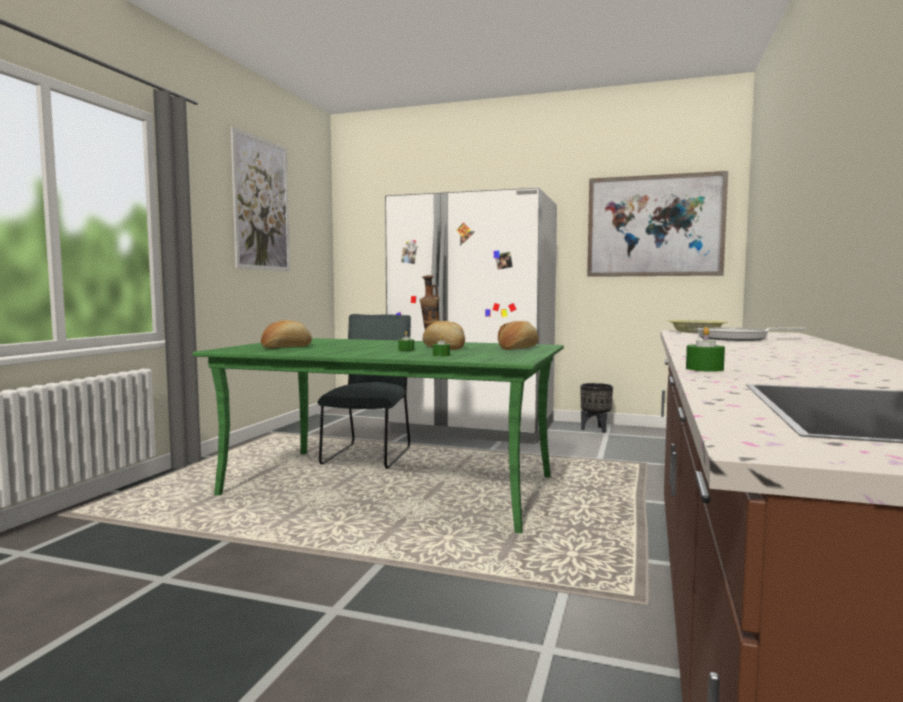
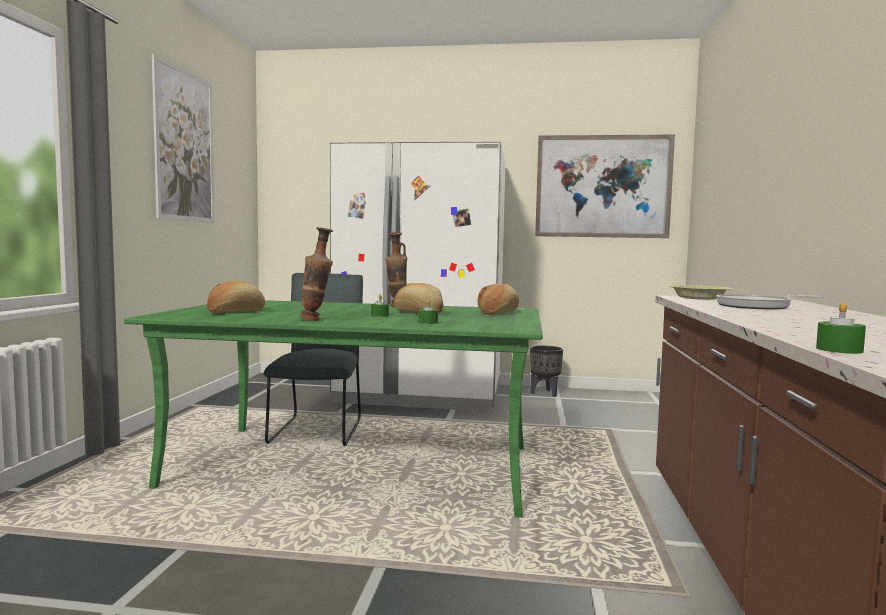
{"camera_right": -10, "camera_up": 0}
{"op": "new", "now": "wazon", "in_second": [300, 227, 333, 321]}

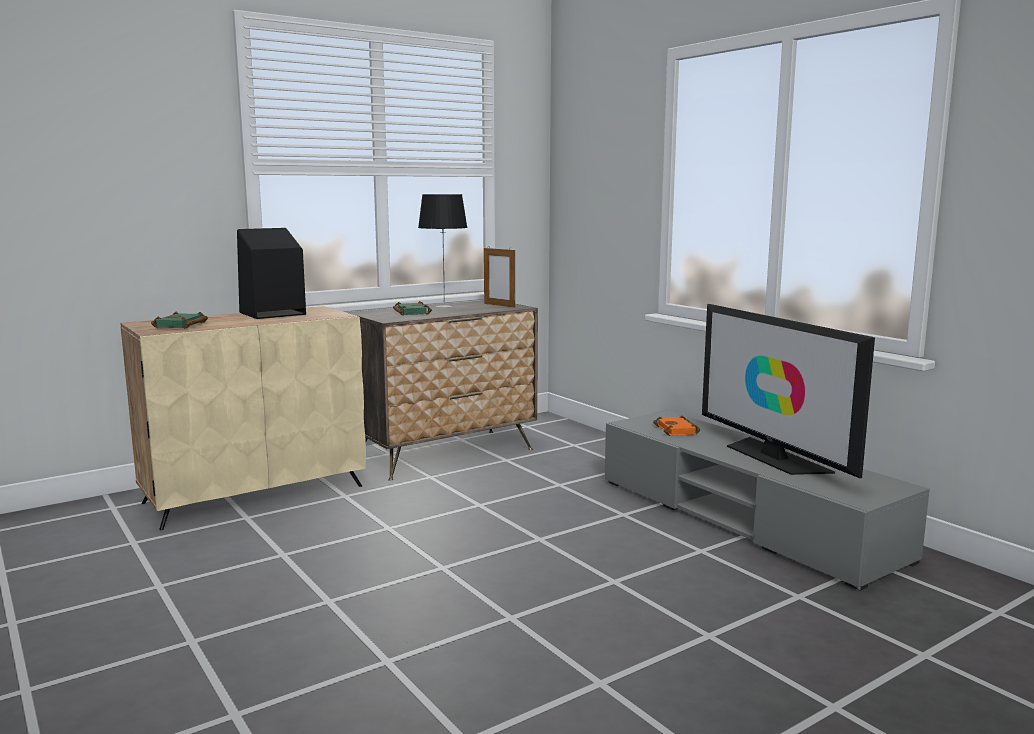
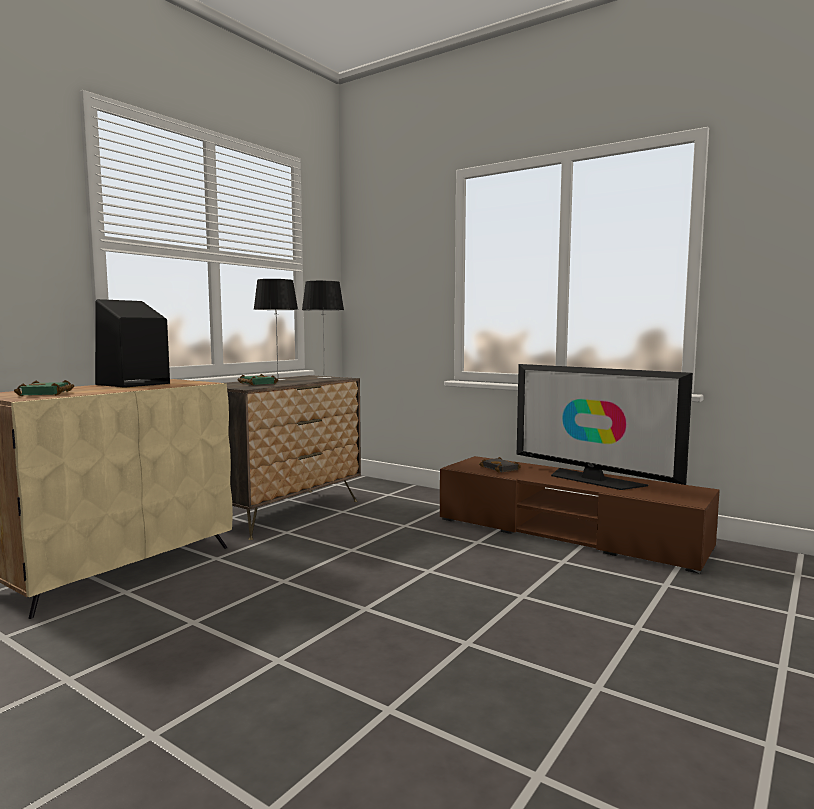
{"camera_right": -20, "camera_up": -5}
{"op": "swapped", "was": "ramka na zdjęcie", "now": "lampa stołowa", "in_first": [484, 246, 515, 308], "in_second": [302, 281, 344, 379]}
{"op": "repainted", "was": "szafka pod telewizor (szary)", "now": "szafka pod telewizor (brązowy)", "in_first": [605, 410, 930, 591], "in_second": [440, 456, 720, 574]}
{"op": "repainted", "was": "książka (pomarańczowy)", "now": "książka (czarny)", "in_first": [653, 416, 700, 436], "in_second": [479, 457, 521, 473]}

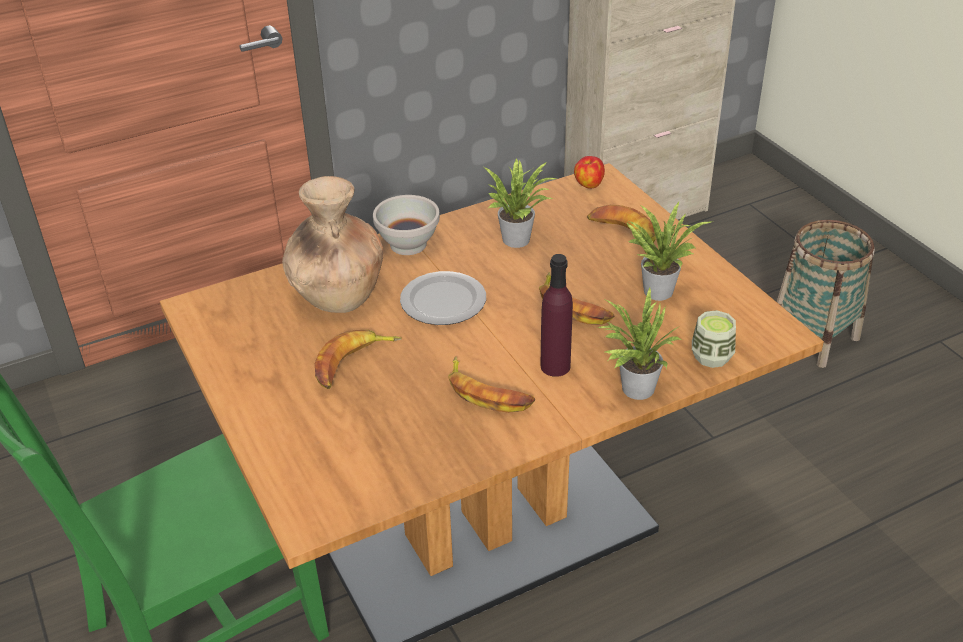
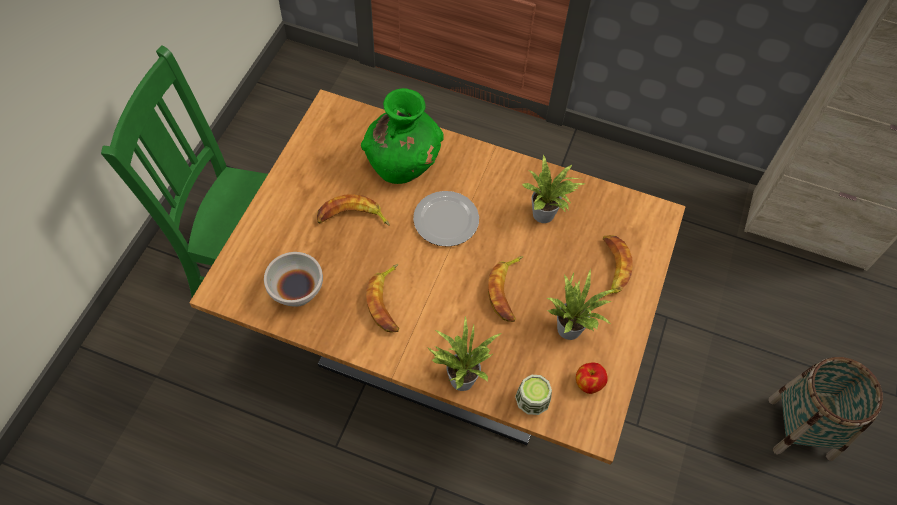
{"camera_right": 45, "camera_up": 20}
{"op": "shifted", "was": "miska (biały)", "in_first": [373, 195, 440, 255], "in_second": [264, 252, 323, 307]}
{"op": "repainted", "was": "wazon (brązowy)", "now": "wazon (zielony)", "in_first": [282, 176, 384, 313], "in_second": [361, 88, 444, 184]}
{"op": "shifted", "was": "jabłko", "in_first": [574, 156, 605, 189], "in_second": [576, 362, 608, 394]}
{"op": "gone", "was": "butelka (fioletowy)", "in_first": [541, 254, 573, 377]}

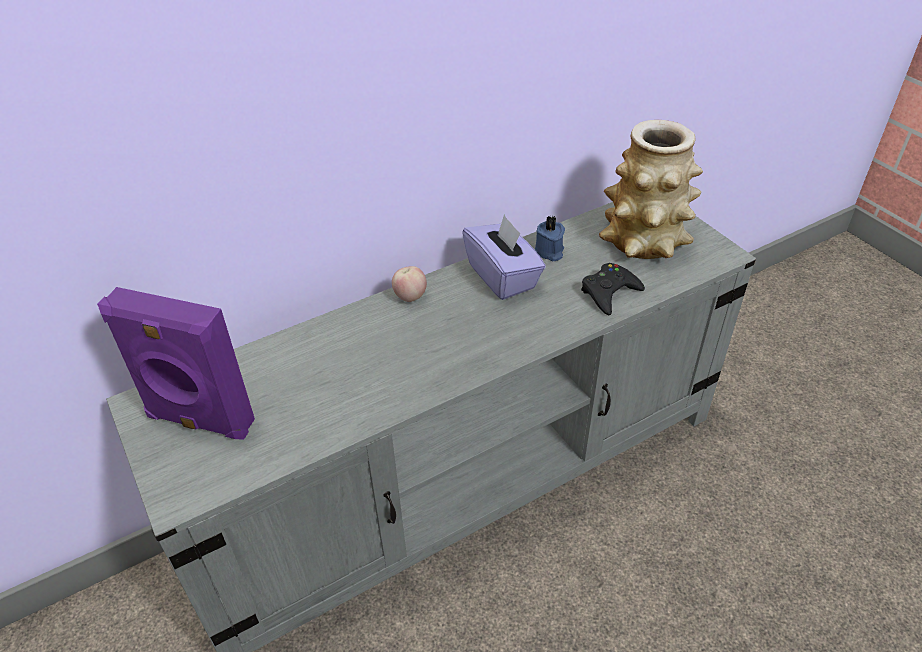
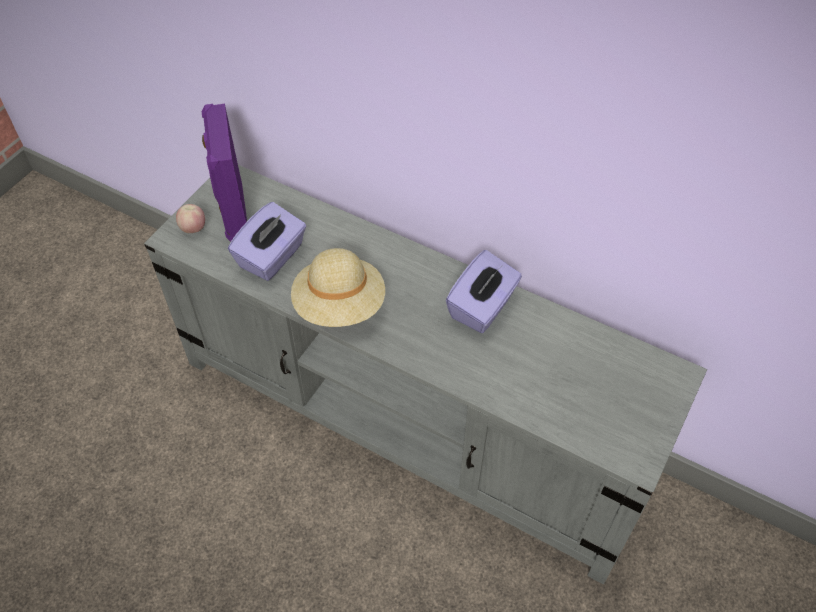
{"camera_right": 60, "camera_up": 10}
{"op": "shifted", "was": "jabłko", "in_first": [392, 266, 427, 302], "in_second": [176, 204, 205, 233]}
{"op": "new", "now": "pudełko chusteczek (fioletowy)", "in_second": [228, 202, 307, 281]}
{"op": "new", "now": "kapelusz (beżowy)", "in_second": [291, 248, 385, 327]}
{"op": "gone", "was": "świeca (niebieski)", "in_first": [534, 215, 565, 261]}
{"op": "gone", "was": "pad do gier (czarny)", "in_first": [581, 263, 645, 315]}
{"op": "gone", "was": "wazon", "in_first": [599, 120, 703, 259]}

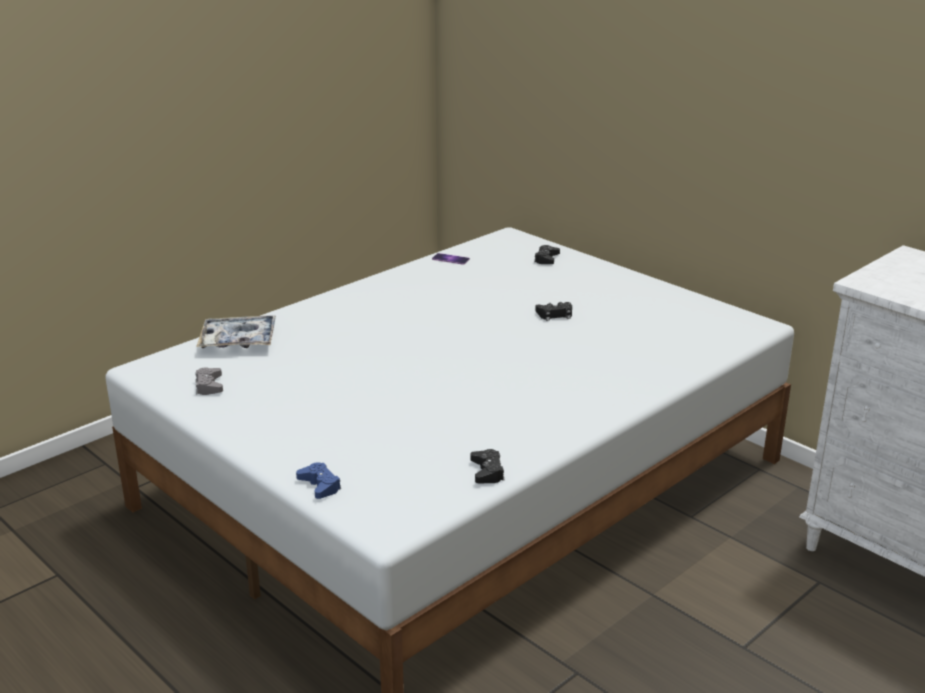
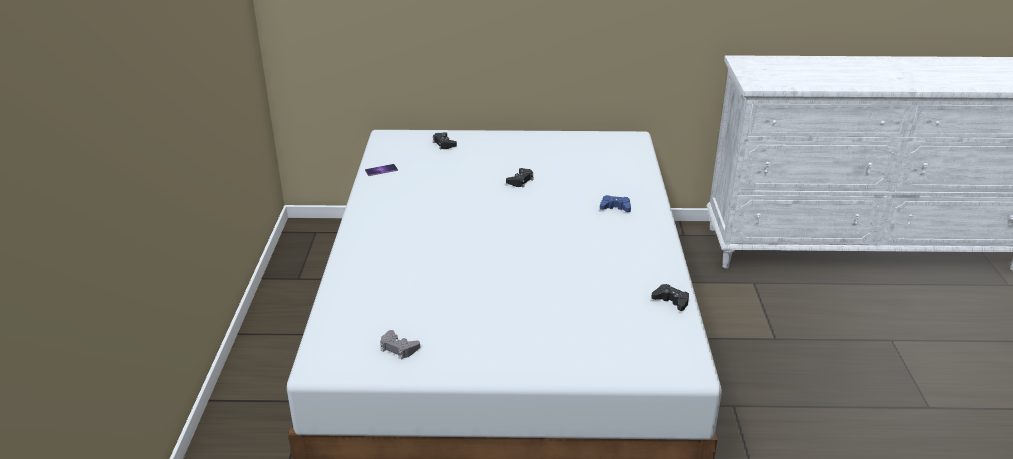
{"camera_right": -45, "camera_up": 5}
{"op": "shifted", "was": "pad do gier (niebieski)", "in_first": [296, 462, 341, 499], "in_second": [600, 195, 631, 212]}
{"op": "gone", "was": "taca", "in_first": [196, 315, 276, 348]}

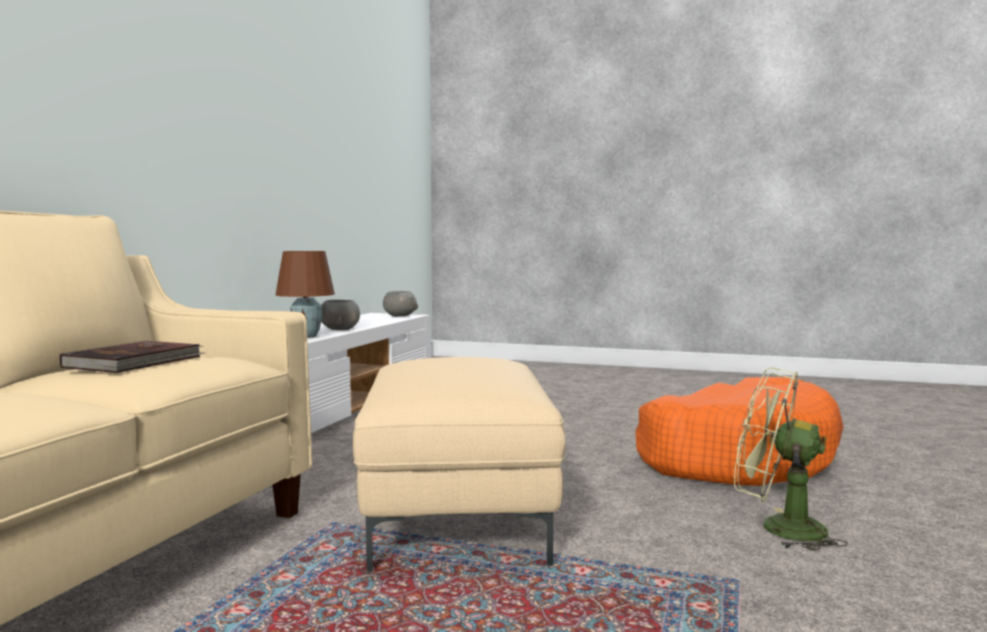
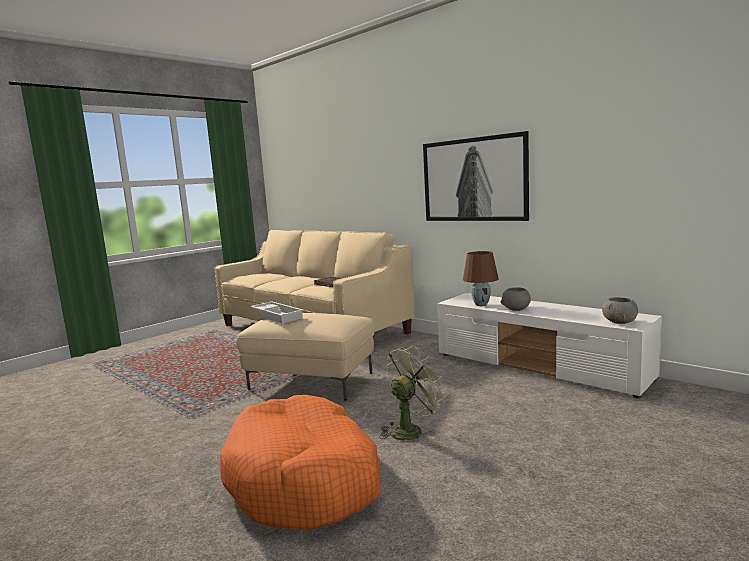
{"camera_right": 115, "camera_up": 5}
{"op": "new", "now": "taca (biały)", "in_second": [250, 301, 304, 323]}
{"op": "shifted", "was": "wentylator (zielony)", "in_first": [734, 368, 848, 551], "in_second": [379, 345, 446, 440]}
{"op": "new", "now": "obraz", "in_second": [423, 131, 529, 221]}

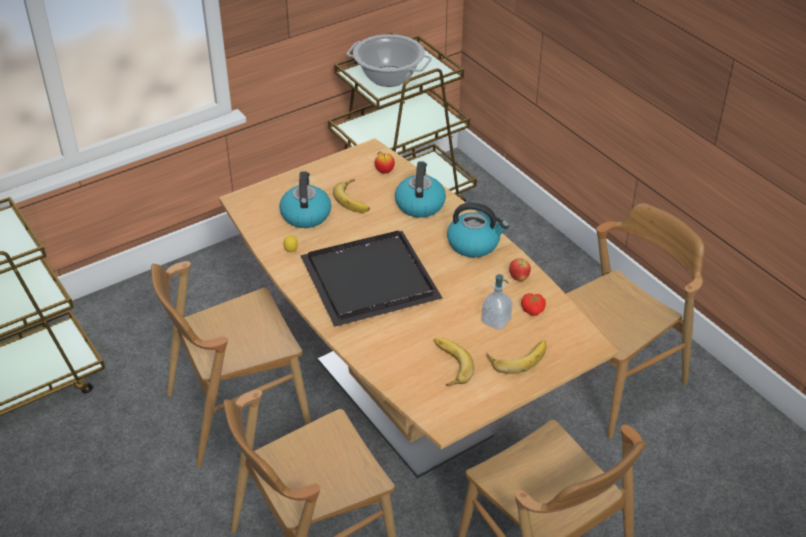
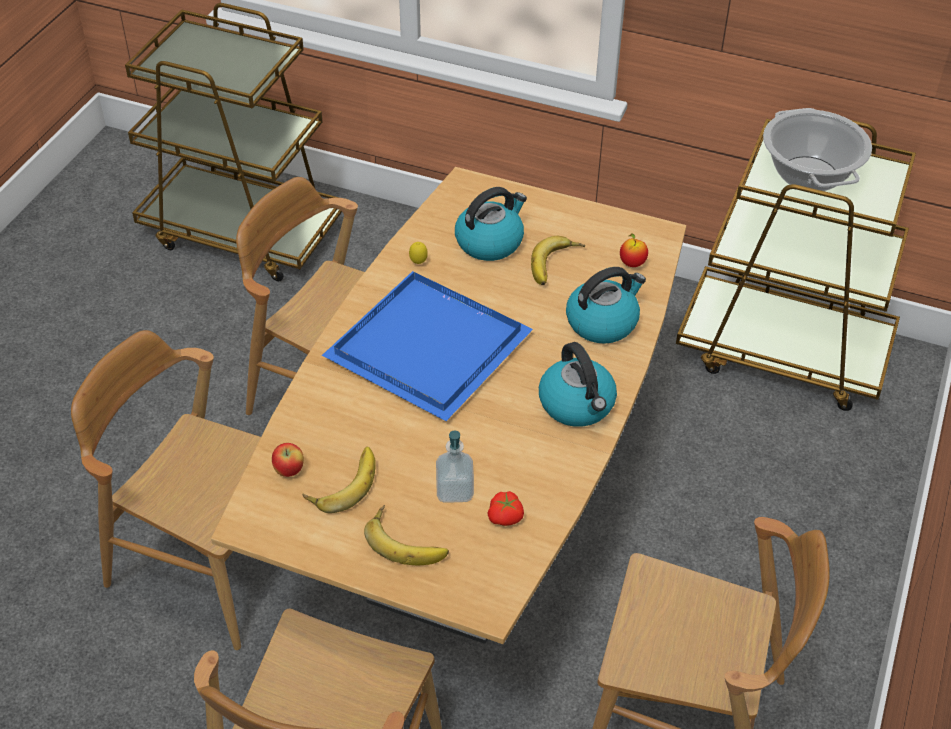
{"camera_right": 55, "camera_up": 5}
{"op": "shifted", "was": "jabłko", "in_first": [509, 258, 531, 281], "in_second": [272, 443, 304, 477]}
{"op": "repainted", "was": "taca (czarny)", "now": "taca (niebieski)", "in_first": [300, 230, 442, 327], "in_second": [322, 271, 533, 421]}

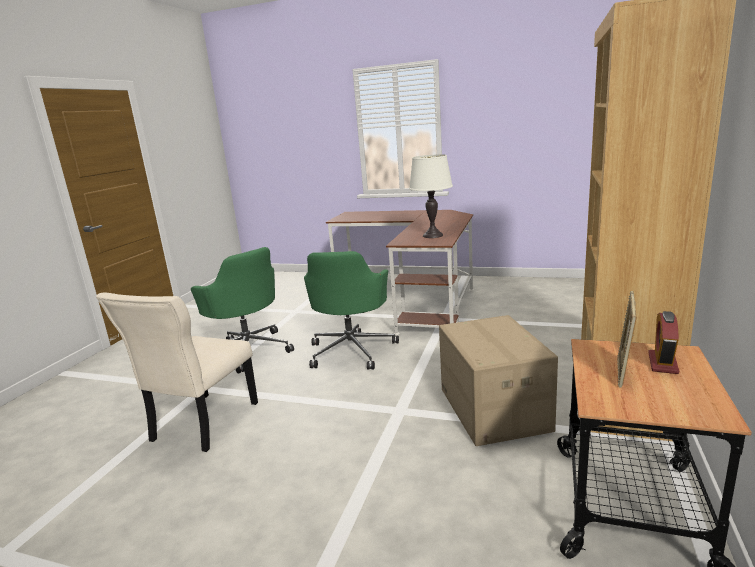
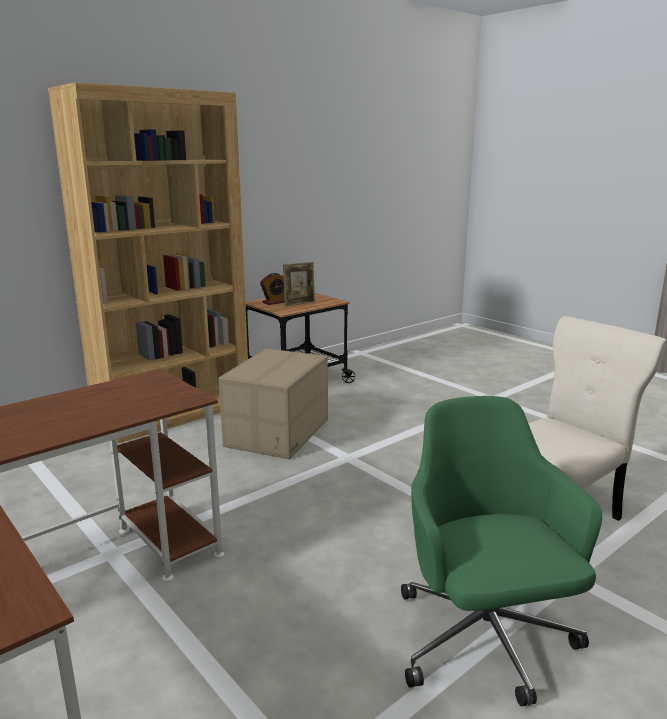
{"camera_right": -150, "camera_up": 0}
{"op": "gone", "was": "krzesło biurowe (zielony)", "in_first": [304, 251, 399, 370]}
{"op": "gone", "was": "lampa stołowa (biały)", "in_first": [409, 154, 453, 238]}

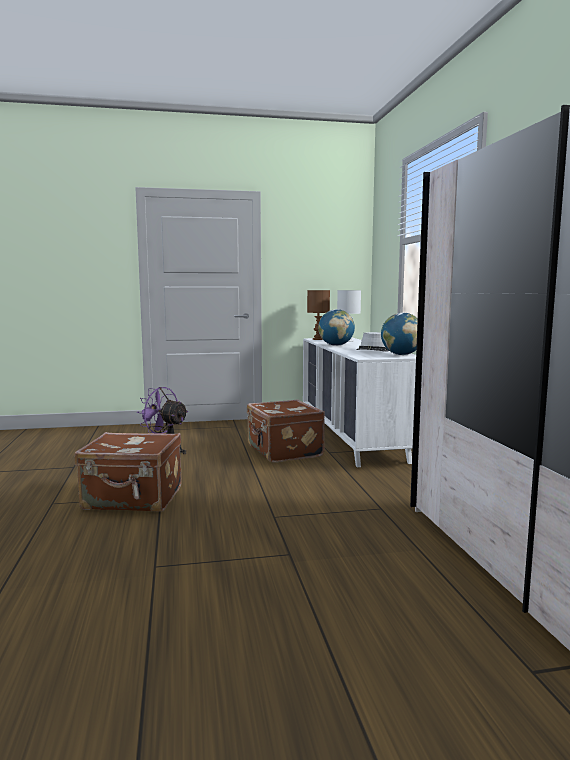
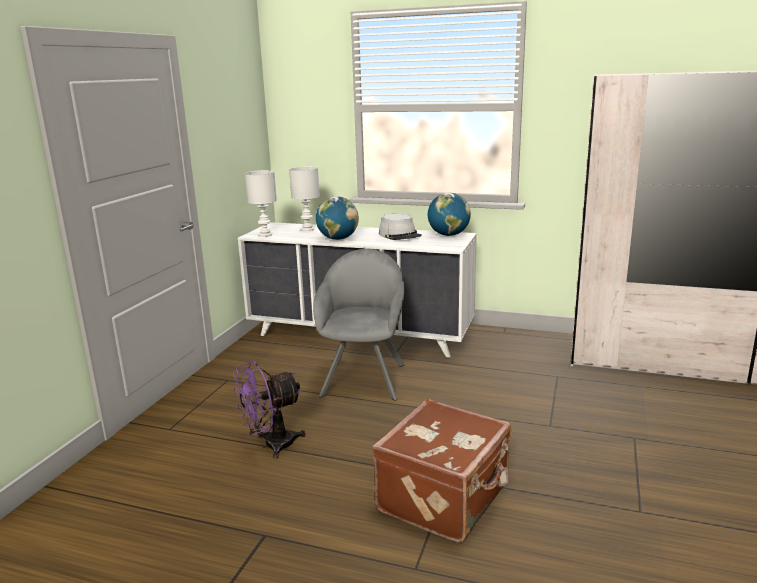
{"camera_right": -60, "camera_up": 10}
{"op": "repainted", "was": "lampa stołowa (brązowy)", "now": "lampa stołowa (biały)", "in_first": [307, 290, 330, 340], "in_second": [245, 170, 277, 237]}
{"op": "swapped", "was": "walizka (brązowy)", "now": "fotel (szary)", "in_first": [247, 400, 325, 463], "in_second": [313, 249, 405, 400]}

